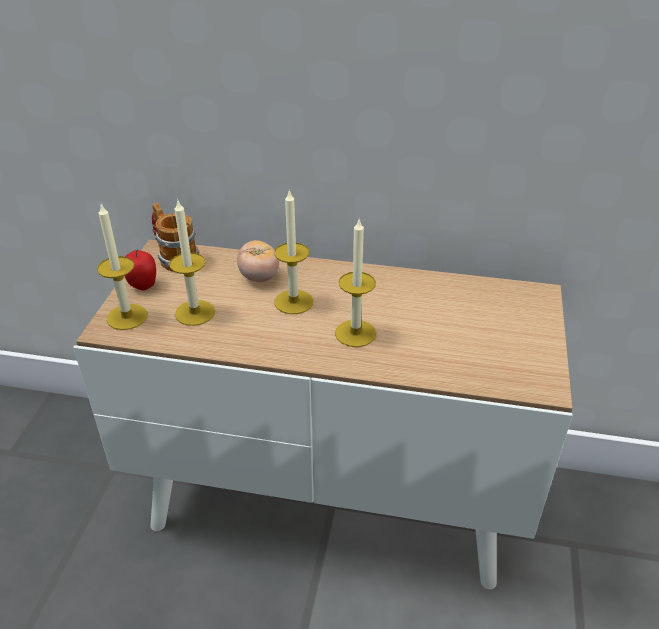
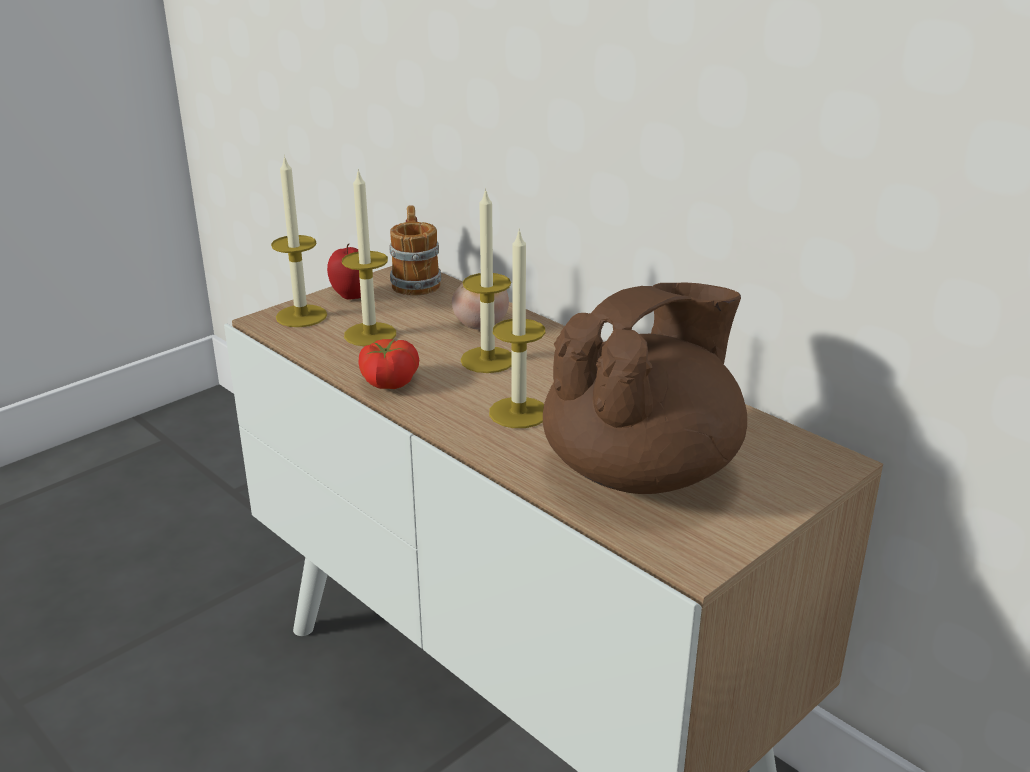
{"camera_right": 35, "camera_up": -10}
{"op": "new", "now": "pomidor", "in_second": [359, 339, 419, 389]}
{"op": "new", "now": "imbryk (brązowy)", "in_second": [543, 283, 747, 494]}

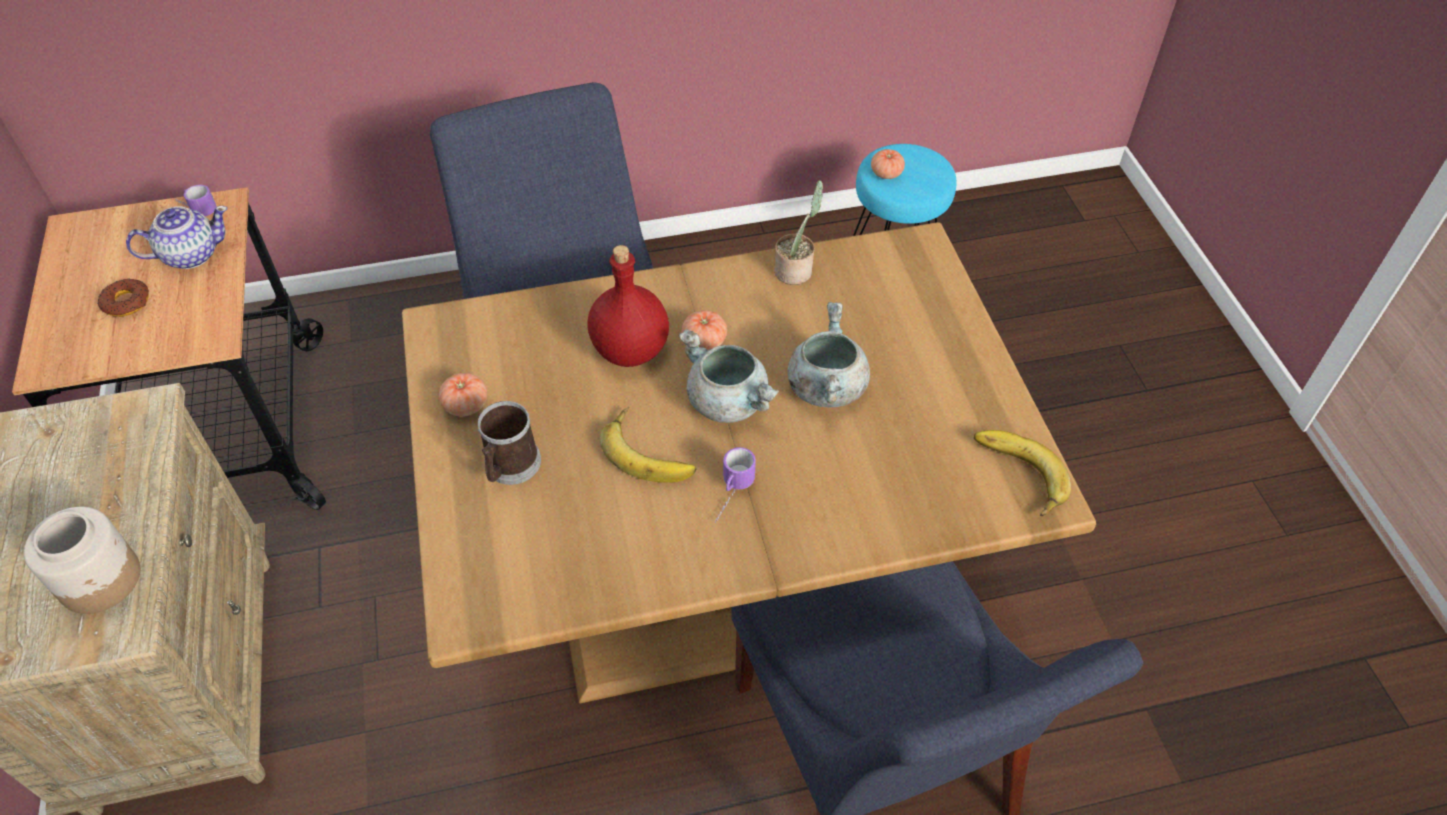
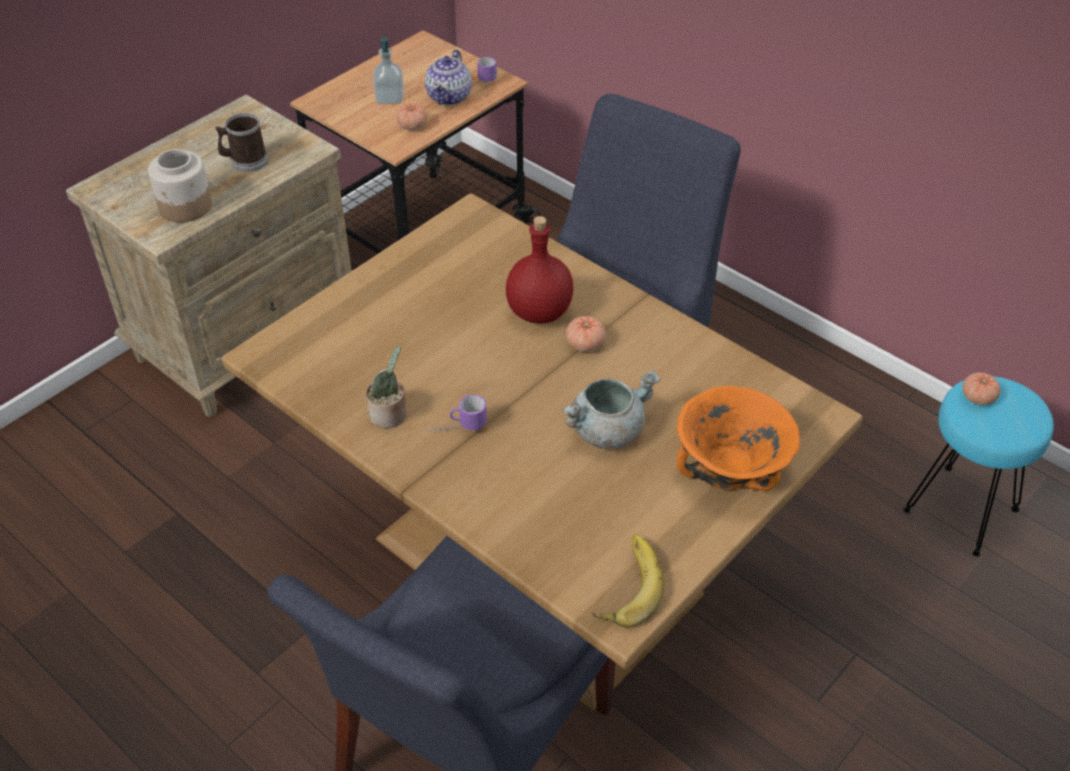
{"camera_right": 55, "camera_up": -5}
{"op": "shifted", "was": "kubek", "in_first": [478, 401, 541, 485], "in_second": [215, 113, 269, 172]}
{"op": "shifted", "was": "roślina doniczkowa", "in_first": [774, 180, 823, 285], "in_second": [366, 346, 406, 428]}
{"op": "swapped", "was": "donut", "now": "dozownik mydła", "in_first": [98, 278, 149, 317], "in_second": [373, 37, 404, 104]}
{"op": "shifted", "was": "pomidor", "in_first": [439, 373, 487, 417], "in_second": [396, 103, 427, 130]}
{"op": "rotated", "was": "imbryk", "in_first": [126, 206, 228, 269], "in_second": [425, 49, 472, 105], "clockwise": 75}
{"op": "new", "now": "miska (pomarańczowy)", "in_second": [676, 386, 800, 491]}
{"op": "gone", "was": "banan", "in_first": [600, 407, 696, 483]}
{"op": "gone", "was": "garnek (szary)", "in_first": [679, 329, 779, 423]}

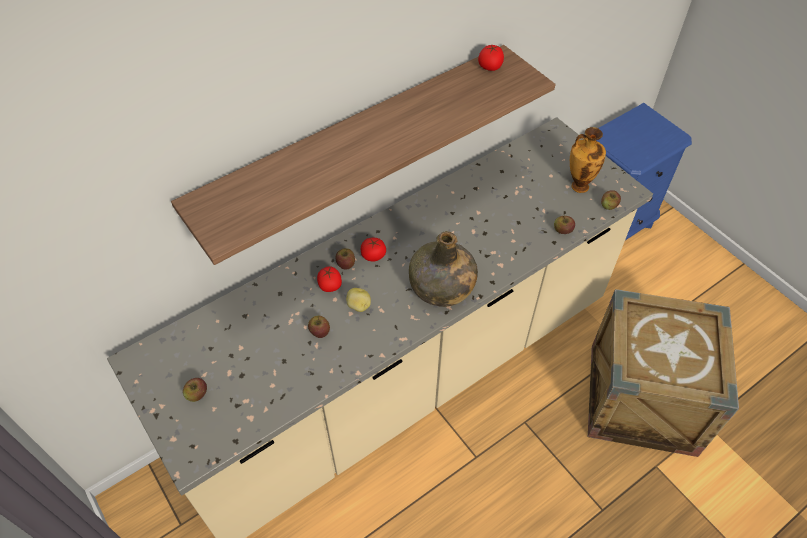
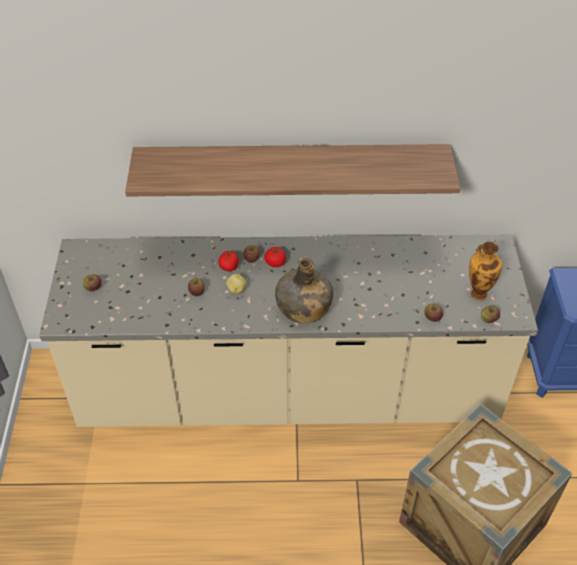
{"camera_right": 35, "camera_up": -5}
{"op": "gone", "was": "pomidor", "in_first": [478, 45, 504, 71]}

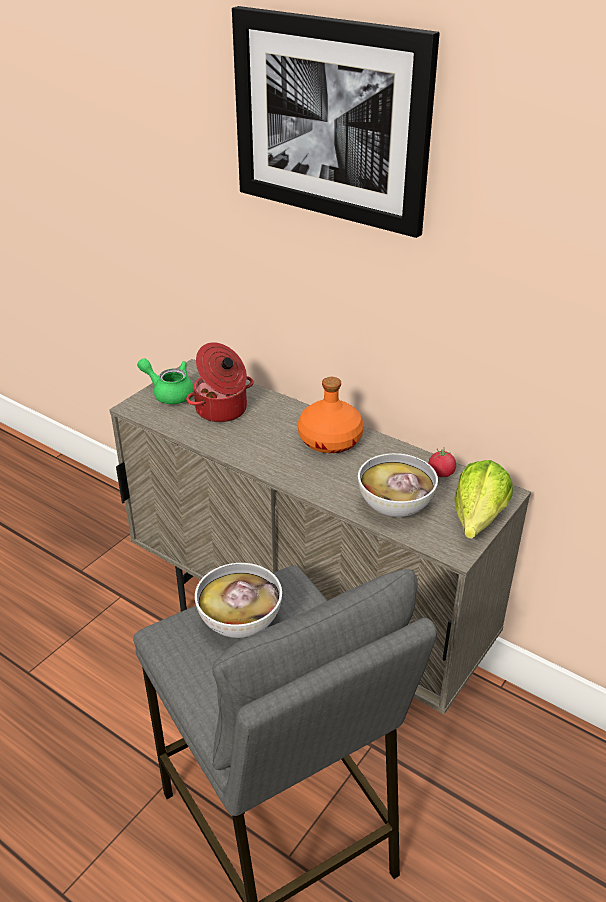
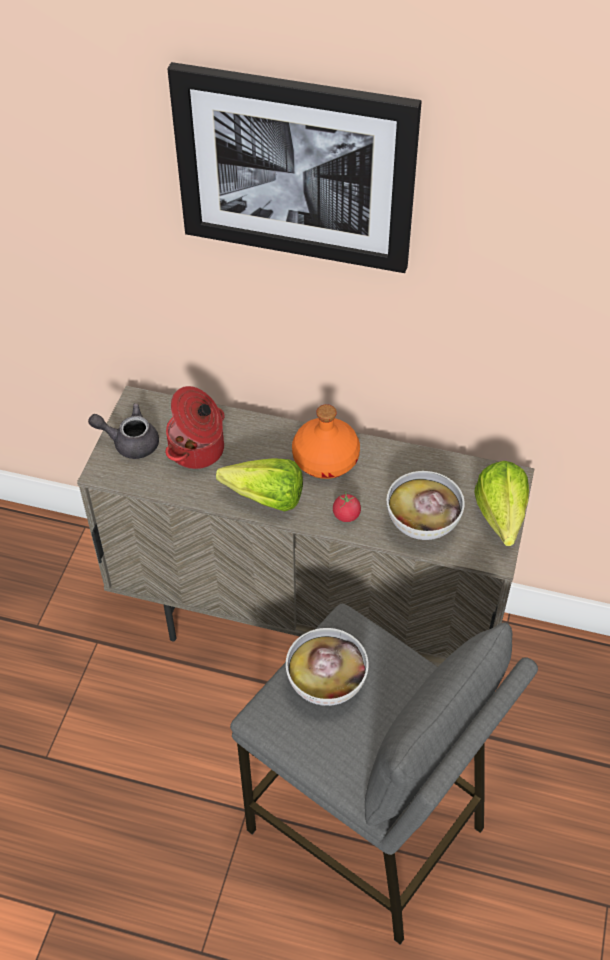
{"camera_right": -20, "camera_up": 15}
{"op": "repainted", "was": "imbryk (zielony)", "now": "imbryk (szary)", "in_first": [137, 358, 194, 404], "in_second": [88, 403, 159, 459]}
{"op": "new", "now": "sałata", "in_second": [216, 458, 303, 512]}
{"op": "shifted", "was": "pomidor", "in_first": [428, 447, 456, 477], "in_second": [333, 491, 361, 522]}

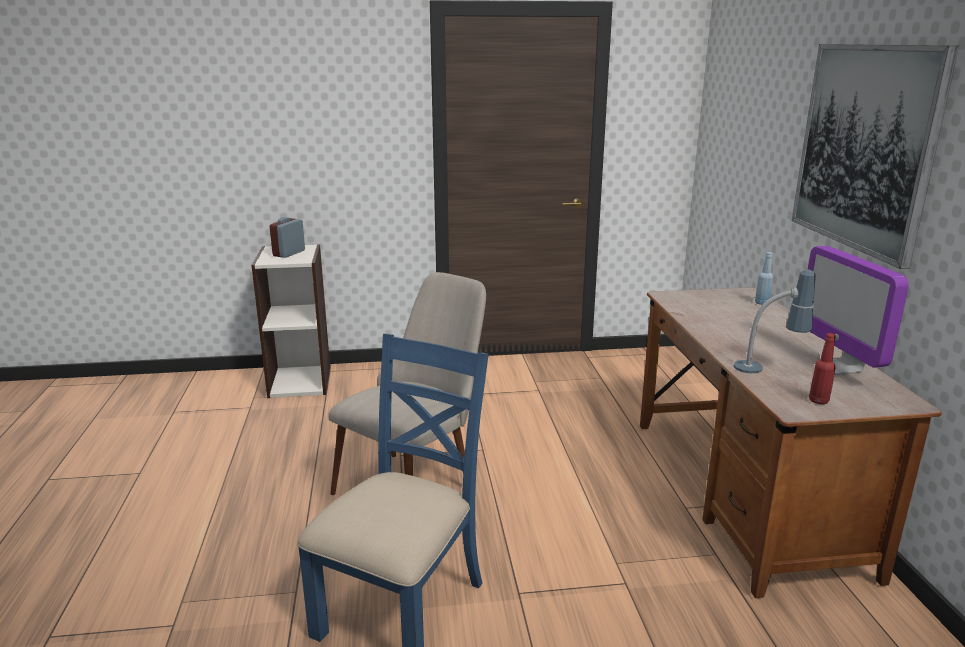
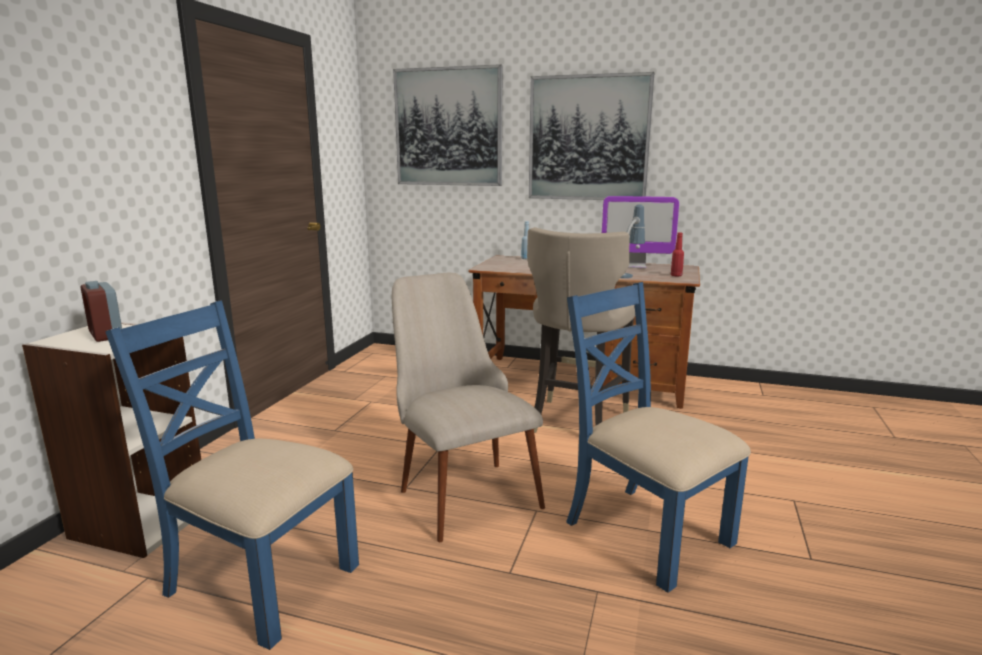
{"camera_right": -65, "camera_up": -5}
{"op": "new", "now": "krzesło (niebieski)", "in_second": [105, 300, 359, 650]}
{"op": "new", "now": "obraz", "in_second": [393, 64, 502, 186]}
{"op": "new", "now": "stołek (beżowy)", "in_second": [527, 227, 635, 433]}

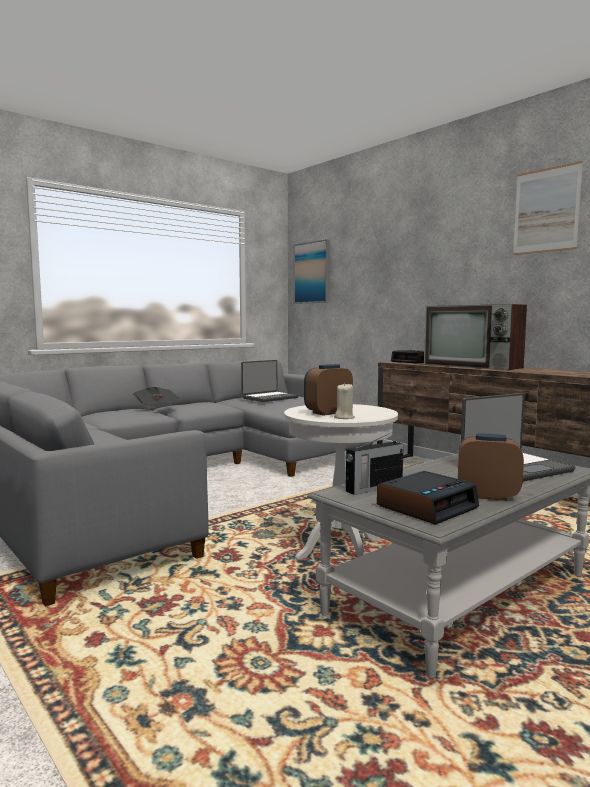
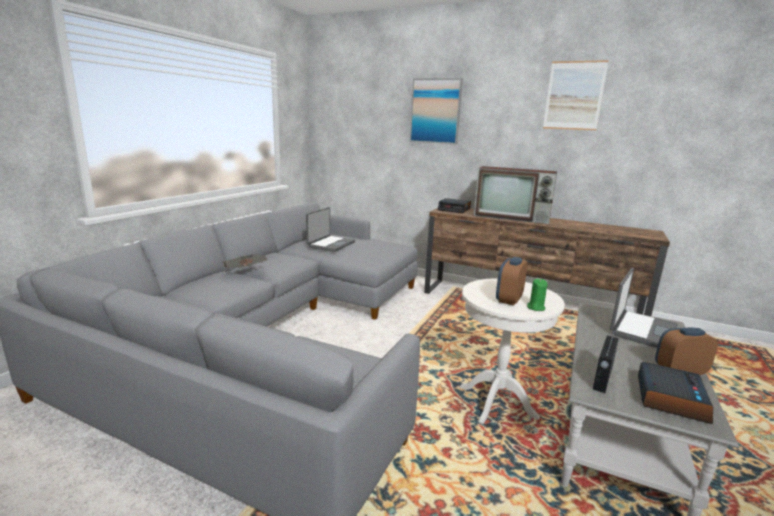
{"camera_right": -25, "camera_up": 10}
{"op": "shifted", "was": "obraz", "in_first": [294, 239, 330, 304], "in_second": [410, 78, 463, 144]}
{"op": "repainted", "was": "świeca (beżowy)", "now": "świeca (zielony)", "in_first": [334, 383, 355, 419], "in_second": [527, 279, 547, 311]}

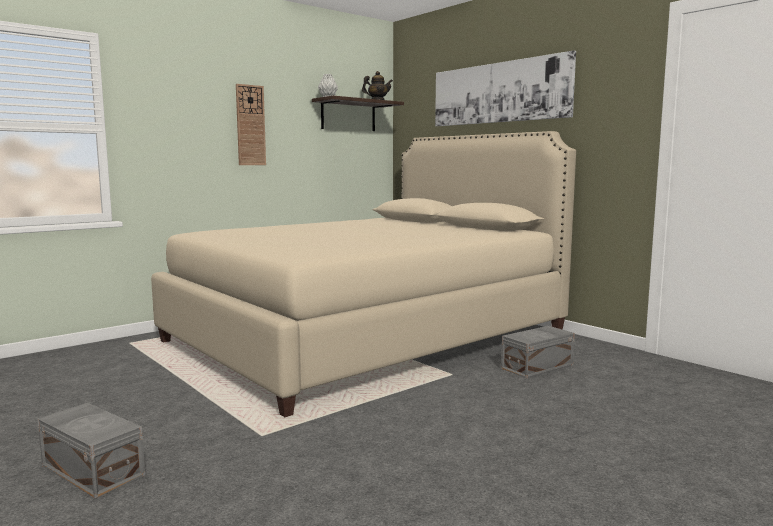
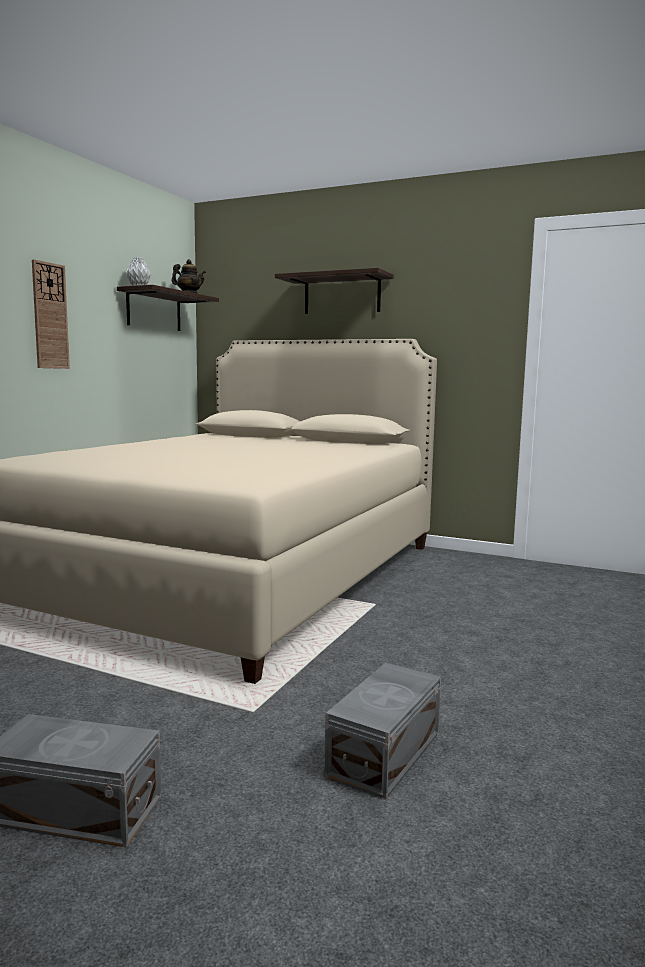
{"camera_right": -25, "camera_up": 0}
{"op": "swapped", "was": "obraz", "now": "półka", "in_first": [435, 50, 576, 126], "in_second": [275, 268, 394, 314]}
{"op": "shifted", "was": "pojemnik do przechowywania (szary)", "in_first": [501, 326, 575, 378], "in_second": [325, 663, 441, 799]}

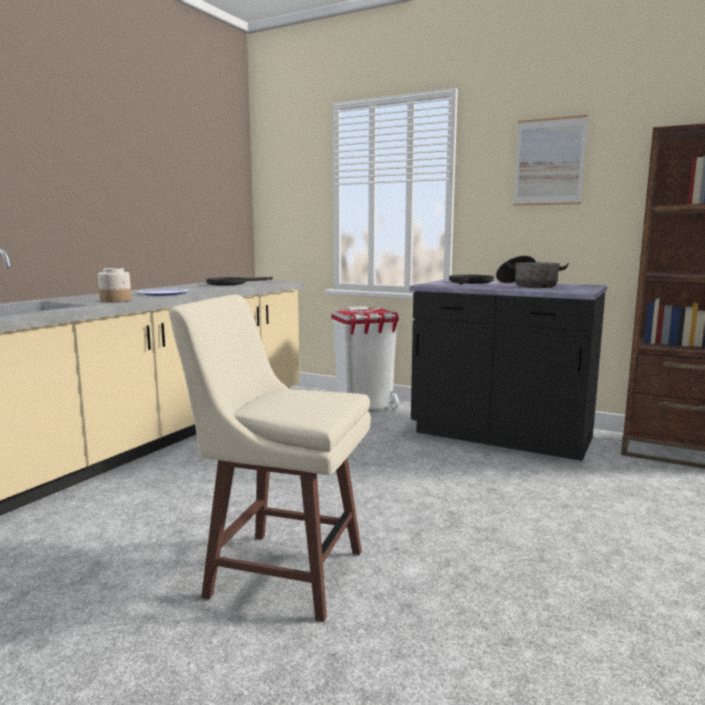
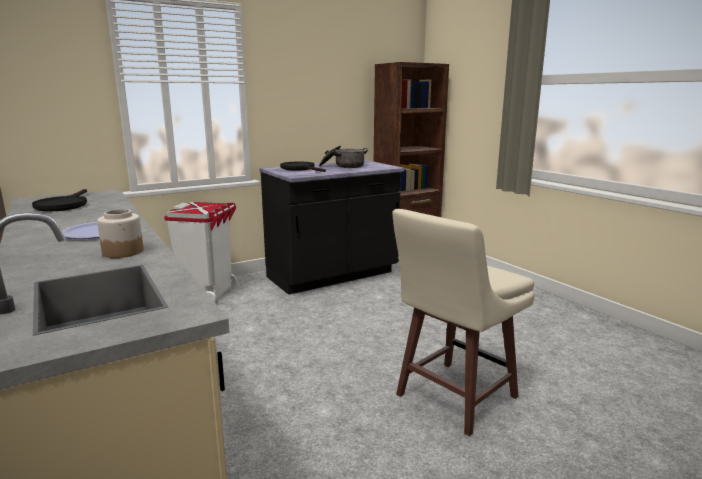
{"camera_right": -60, "camera_up": 5}
{"op": "gone", "was": "obraz", "in_first": [513, 115, 588, 206]}

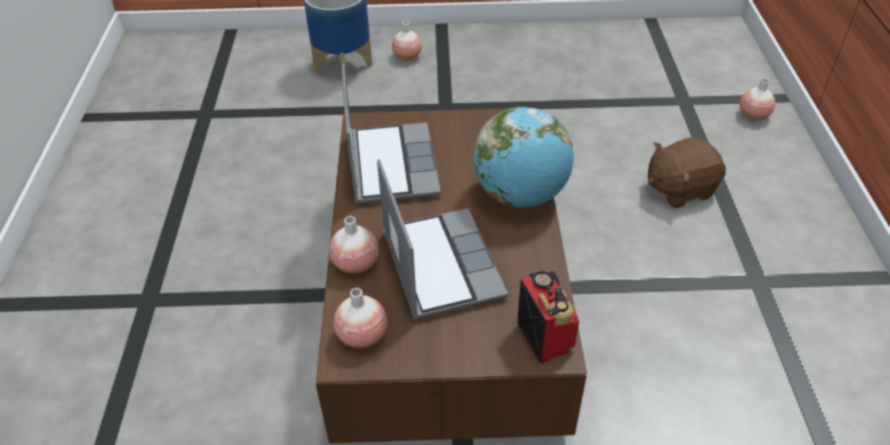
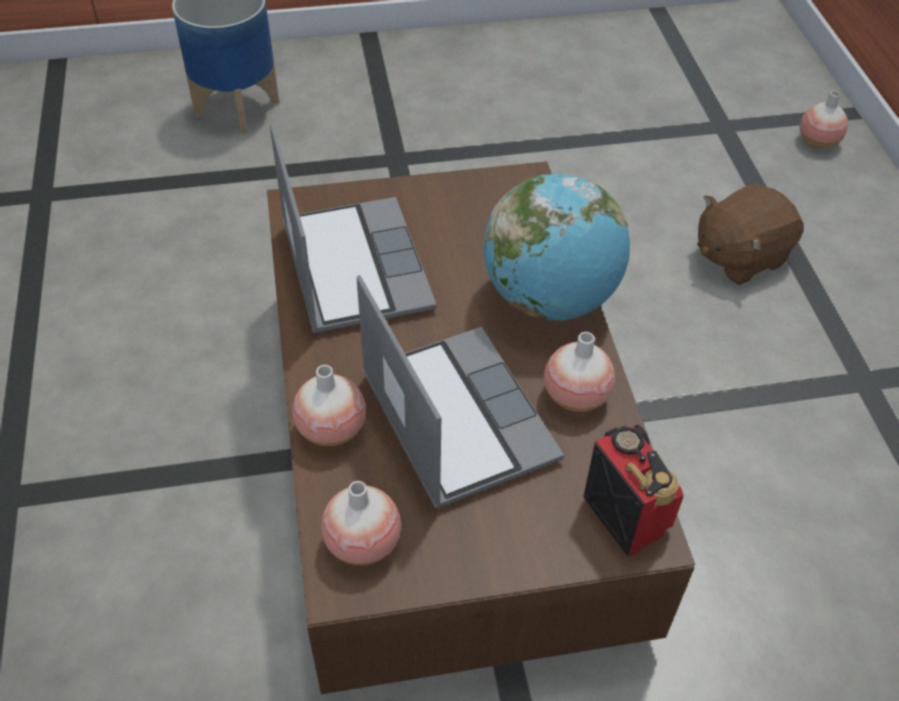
{"camera_right": -10, "camera_up": 5}
{"op": "shifted", "was": "wazon", "in_first": [392, 21, 422, 61], "in_second": [544, 332, 615, 412]}

